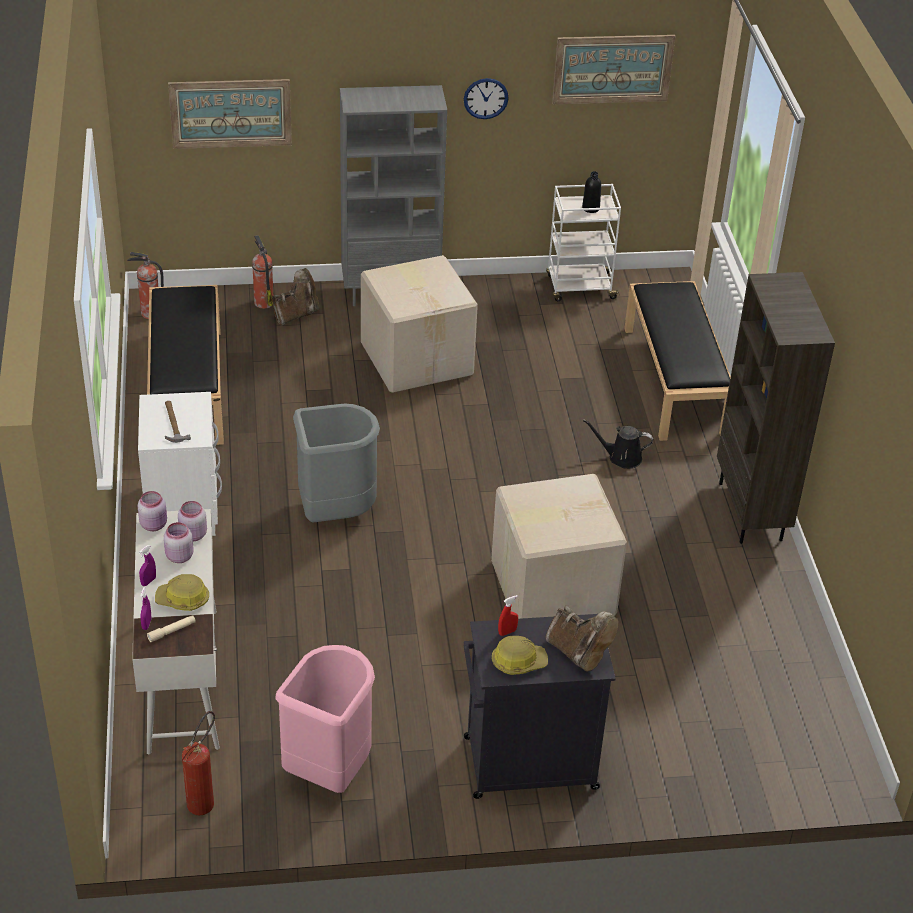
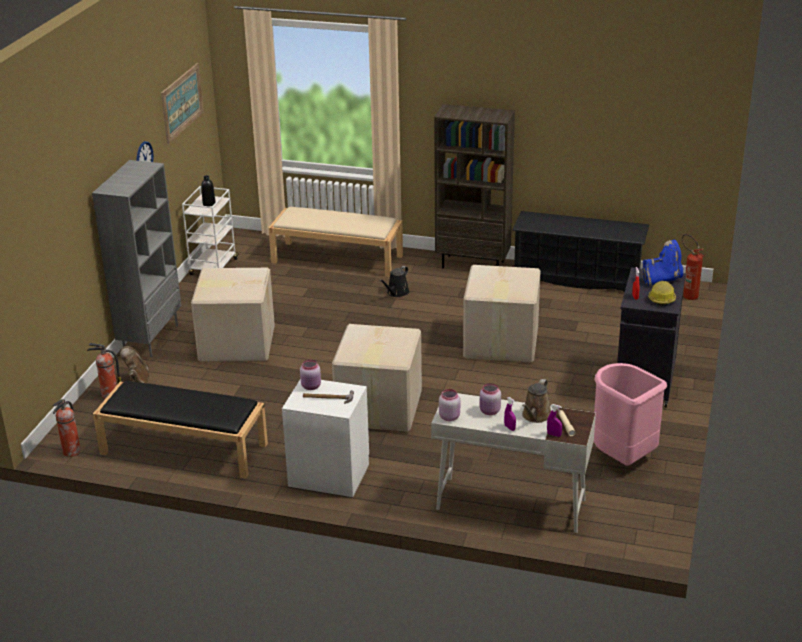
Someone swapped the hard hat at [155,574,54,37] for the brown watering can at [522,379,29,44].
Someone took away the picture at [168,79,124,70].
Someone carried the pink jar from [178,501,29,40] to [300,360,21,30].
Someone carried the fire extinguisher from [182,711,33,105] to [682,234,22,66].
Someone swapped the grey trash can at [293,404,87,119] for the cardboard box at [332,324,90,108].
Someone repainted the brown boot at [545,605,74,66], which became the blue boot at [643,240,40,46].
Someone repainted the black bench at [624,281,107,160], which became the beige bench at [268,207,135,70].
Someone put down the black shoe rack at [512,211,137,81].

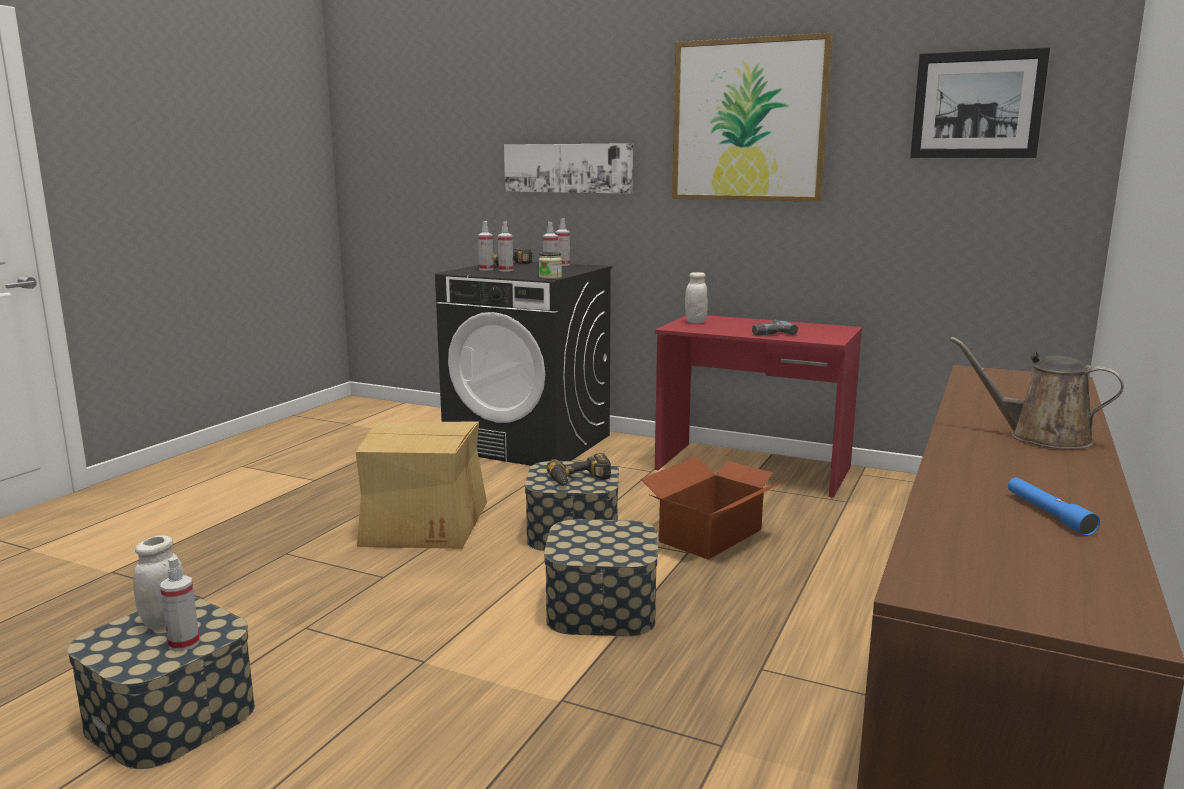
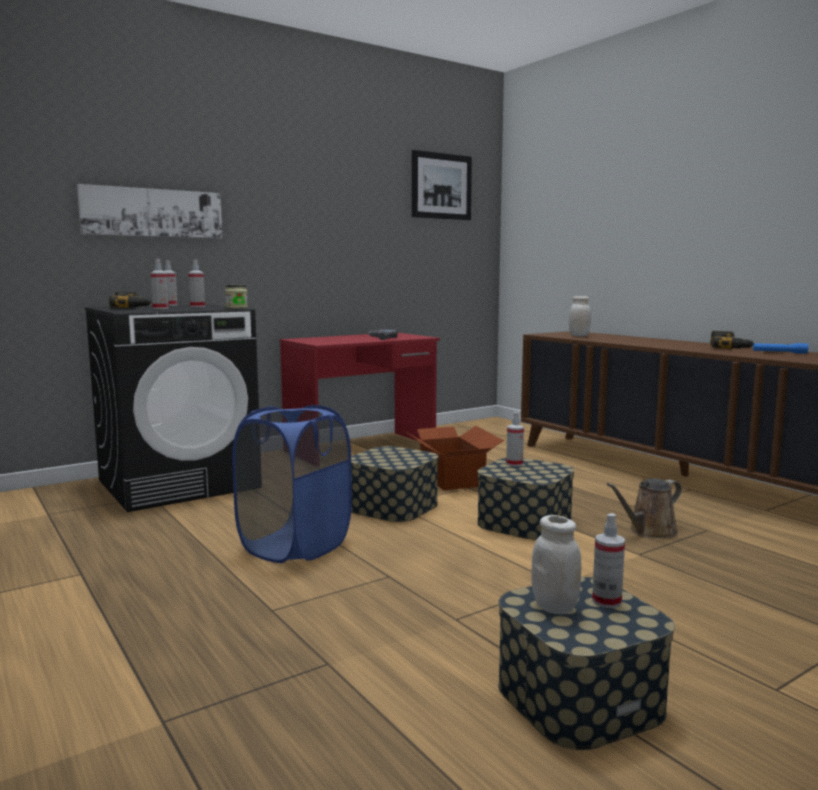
Someone swapped the cardboard box at [356,421,131,128] for the blue laundry basket at [232,405,120,158].
Someone carried the spray bottle from [478,221,16,50] to [506,412,18,55].
Someone carried the power drill from [547,453,64,33] to [710,331,44,18].
Someone took away the picture at [672,33,161,169].
Someone carried the white jar from [685,272,23,51] to [569,296,22,40].
Someone carried the brown watering can from [950,337,174,112] to [607,478,75,60].

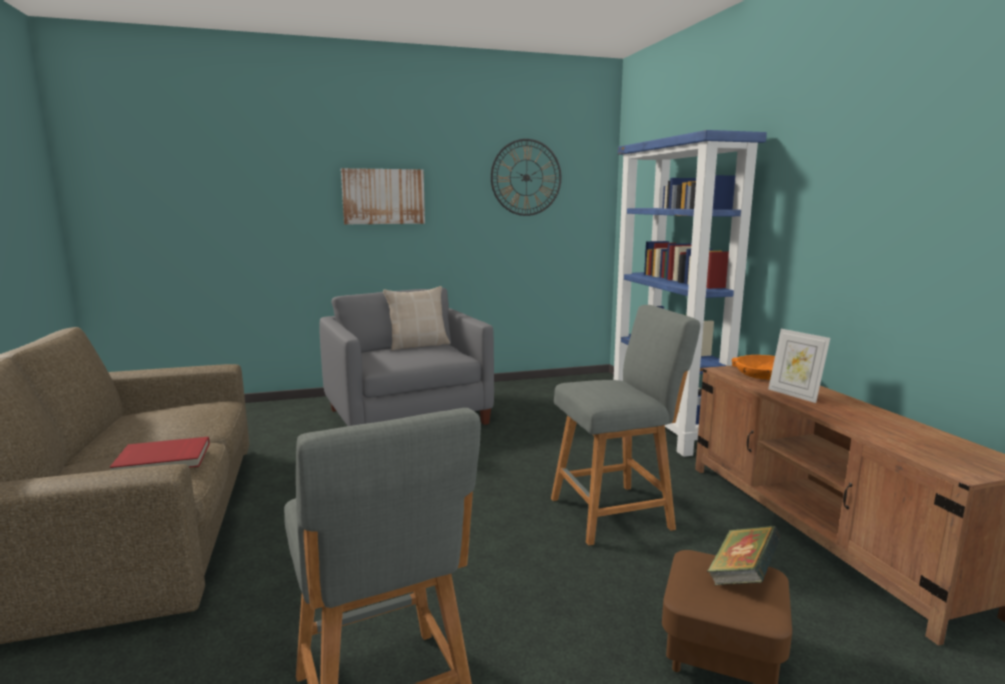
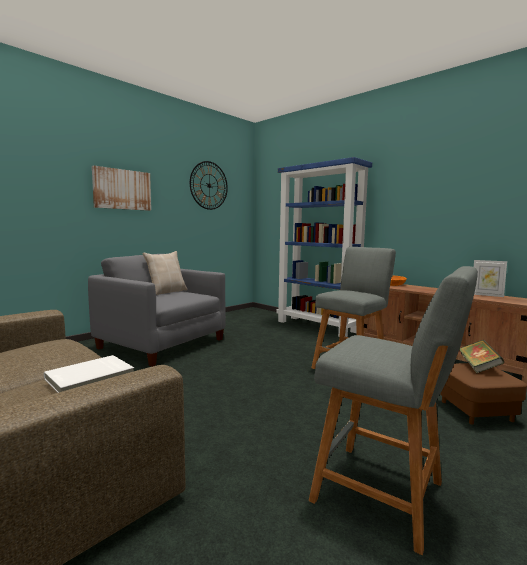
Someone repainted the red book at [109,437,100,33], which became the white book at [44,355,90,38].
Someone carried the picture frame from [768,329,62,74] to [474,260,33,37].

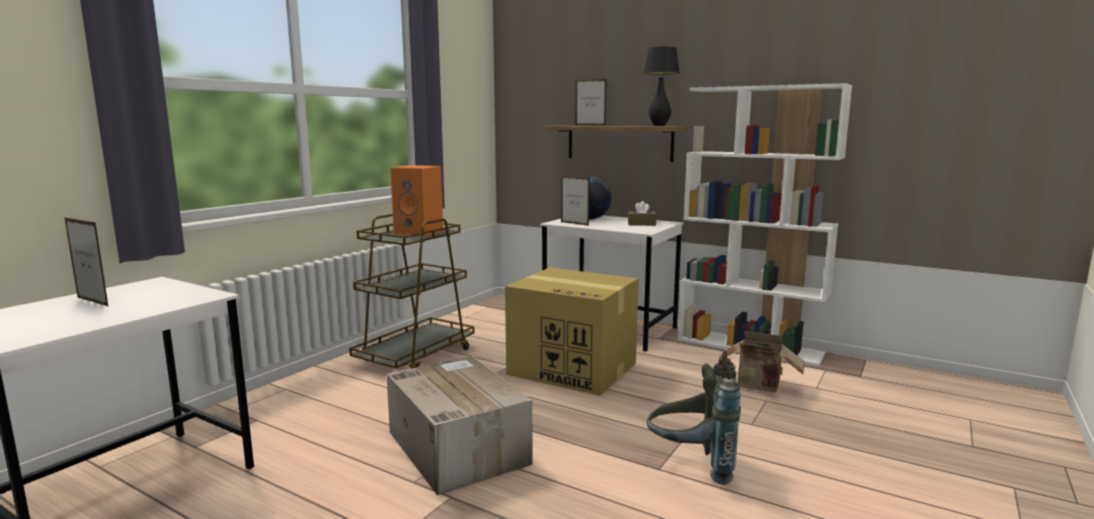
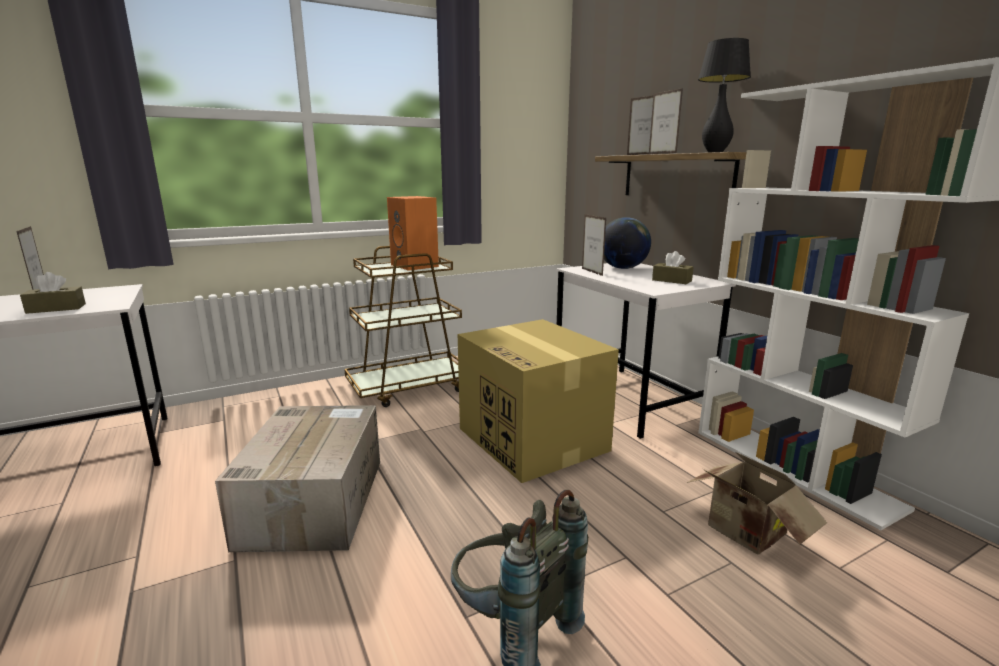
Someone put down the brown tissue box at [20,272,66,42].
Someone put down the picture frame at [649,88,34,66].

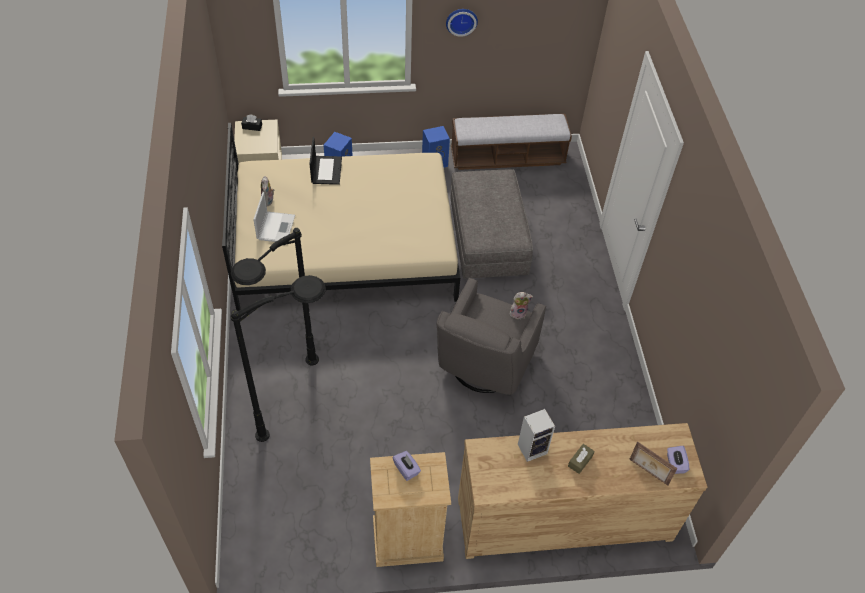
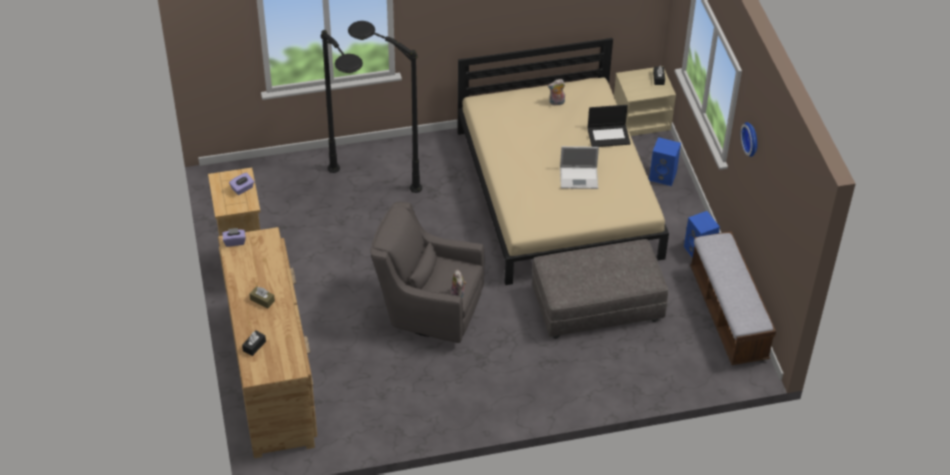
Someone carried the laptop from [253,192,42,50] to [560,146,39,43].
Someone took away the speaker at [518,409,37,53].
Someone swapped the picture frame at [629,441,49,44] for the black tissue box at [242,331,24,25].
Someone carried the purple tissue box from [667,446,22,28] to [222,228,24,19].

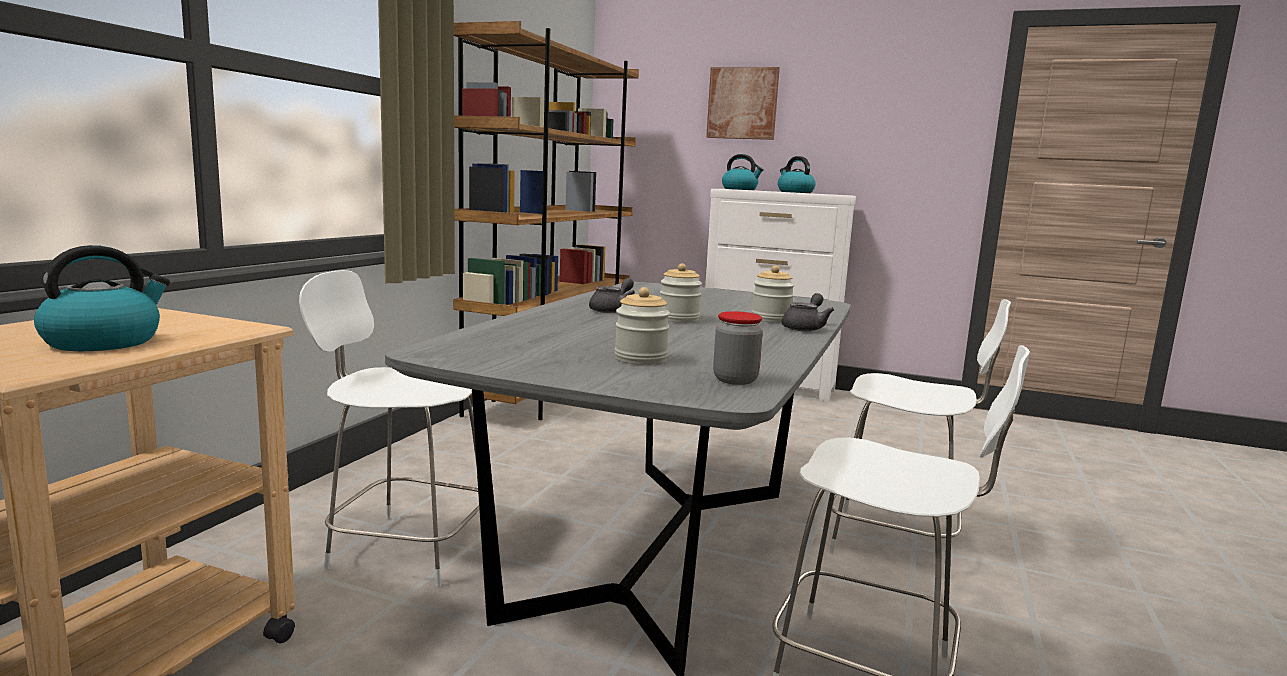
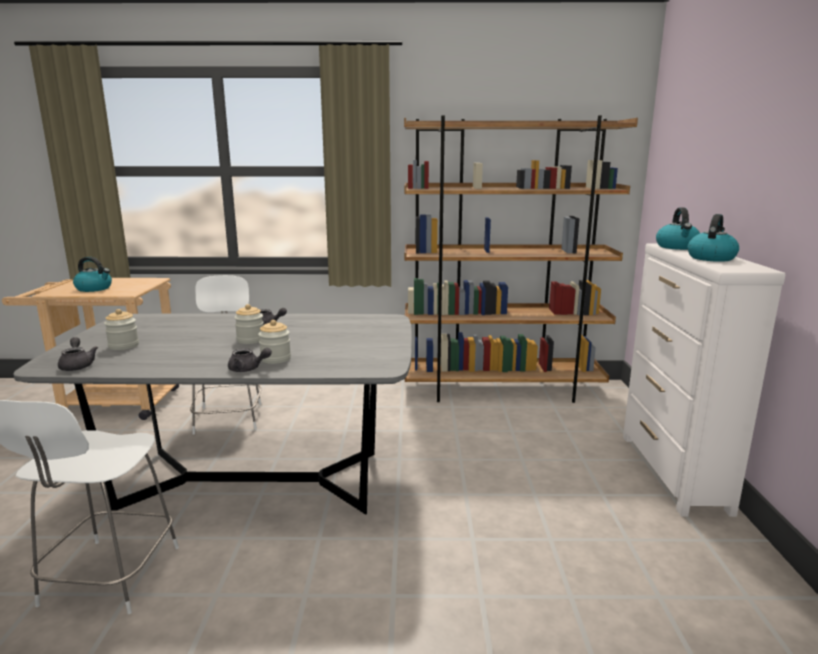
Someone took away the picture at [706,67,74,73].
Someone swapped the jar at [713,311,50,74] for the grey teapot at [58,337,40,34].
Someone took away the white chair at [829,299,182,279].

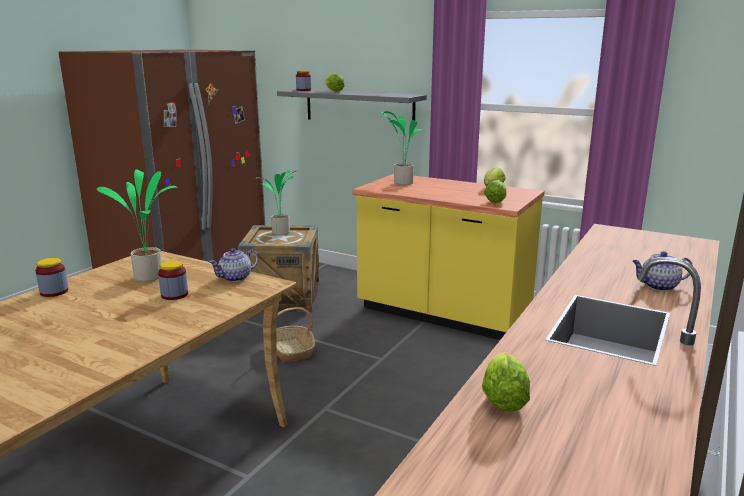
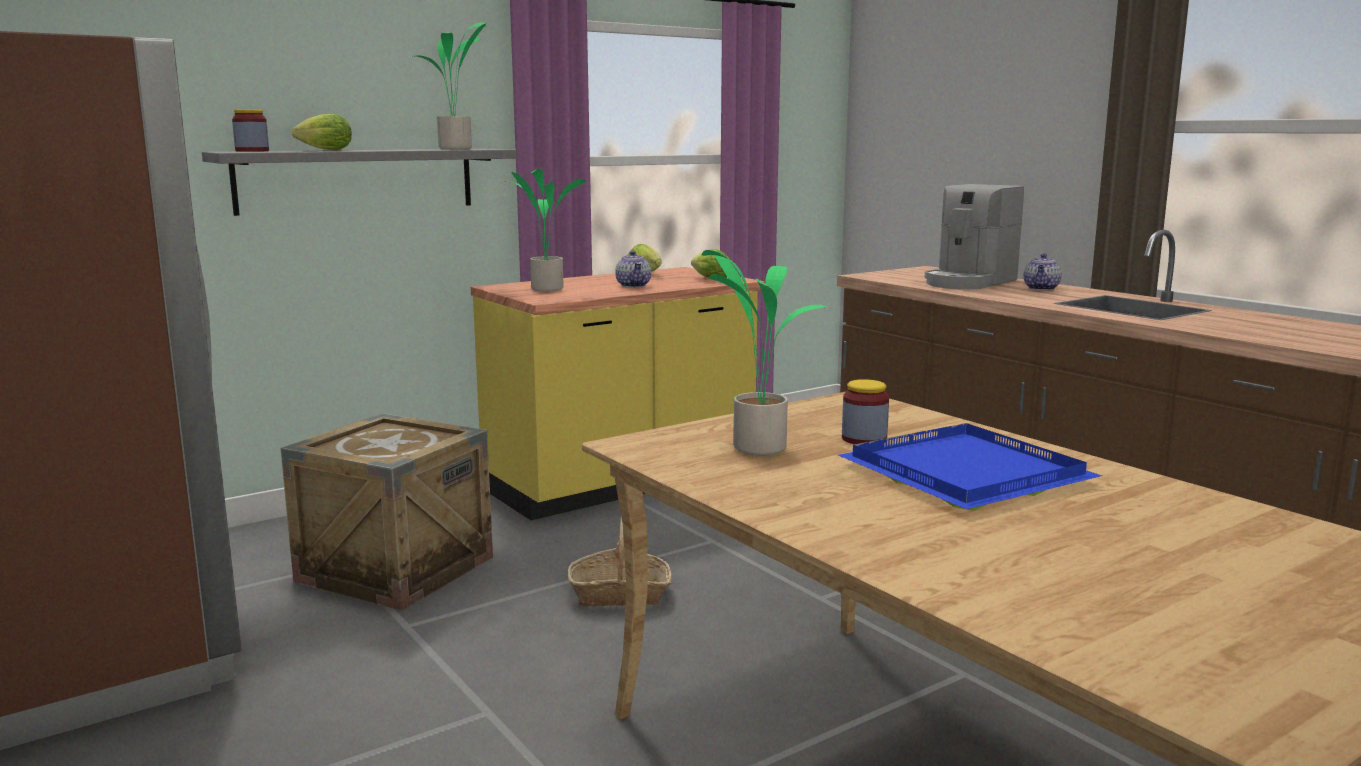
Someone took away the jar at [35,258,33,39].
Someone carried the teapot from [209,248,50,34] to [615,251,36,36].
Someone carried the potted plant from [255,170,41,65] to [411,22,76,127].
Someone took away the lettuce at [482,352,48,60].
Someone put down the blue tray at [838,423,264,88].
Someone put down the coffee machine at [924,184,100,105].

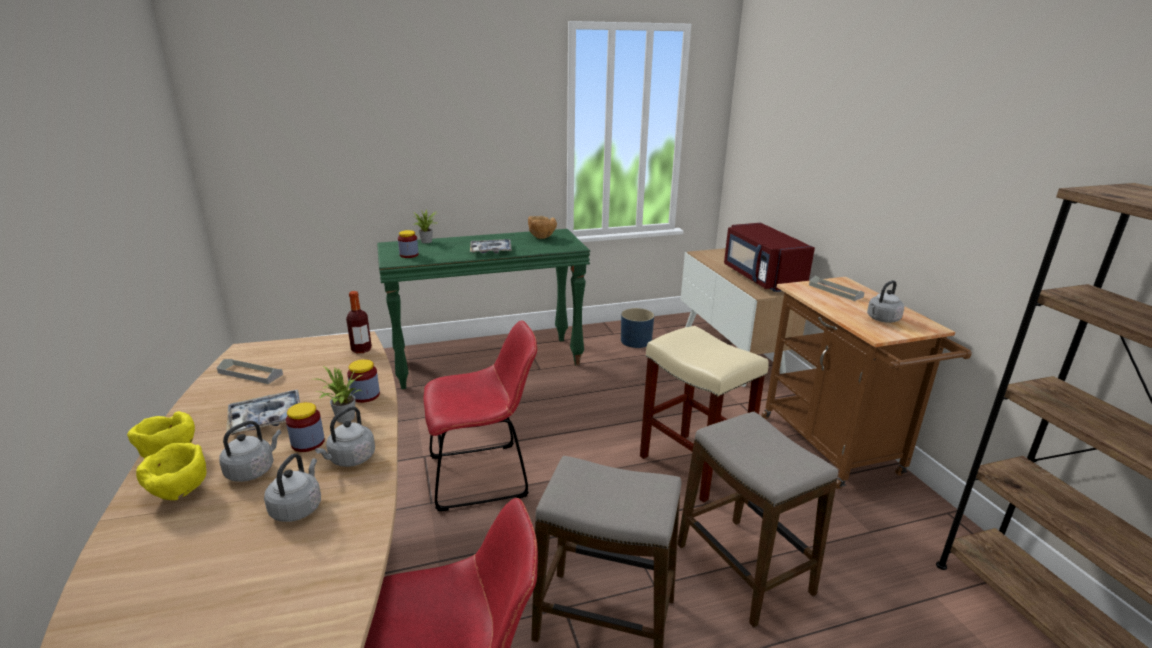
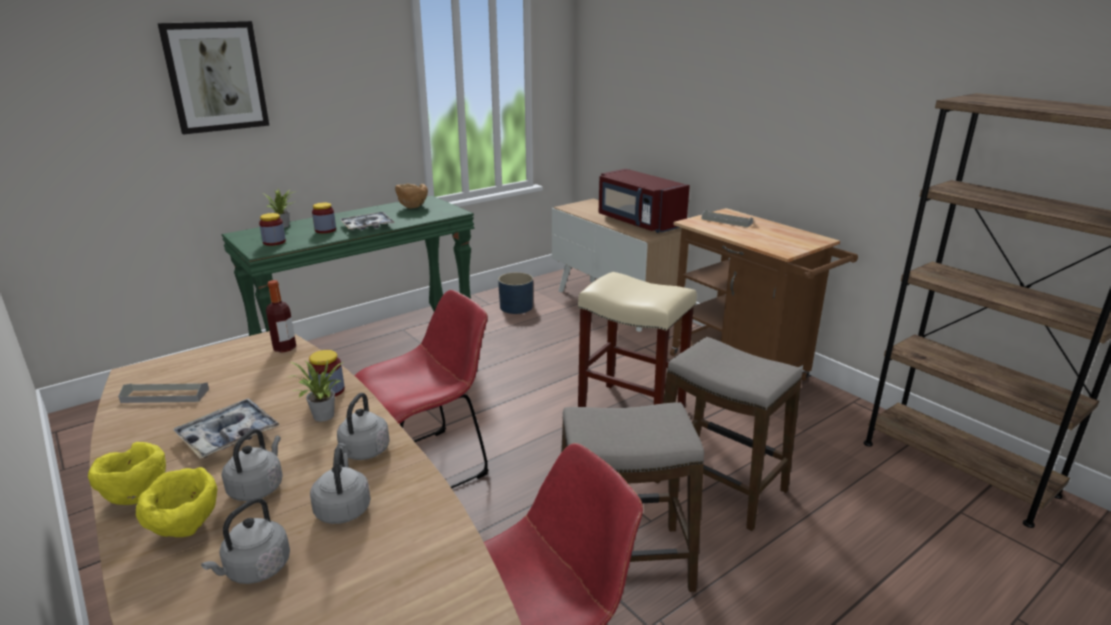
Someone carried the jar from [286,402,39,50] to [312,202,24,31].
Someone carried the grey kettle from [867,280,37,43] to [201,498,89,86].
Someone put up the picture at [158,21,112,114].

